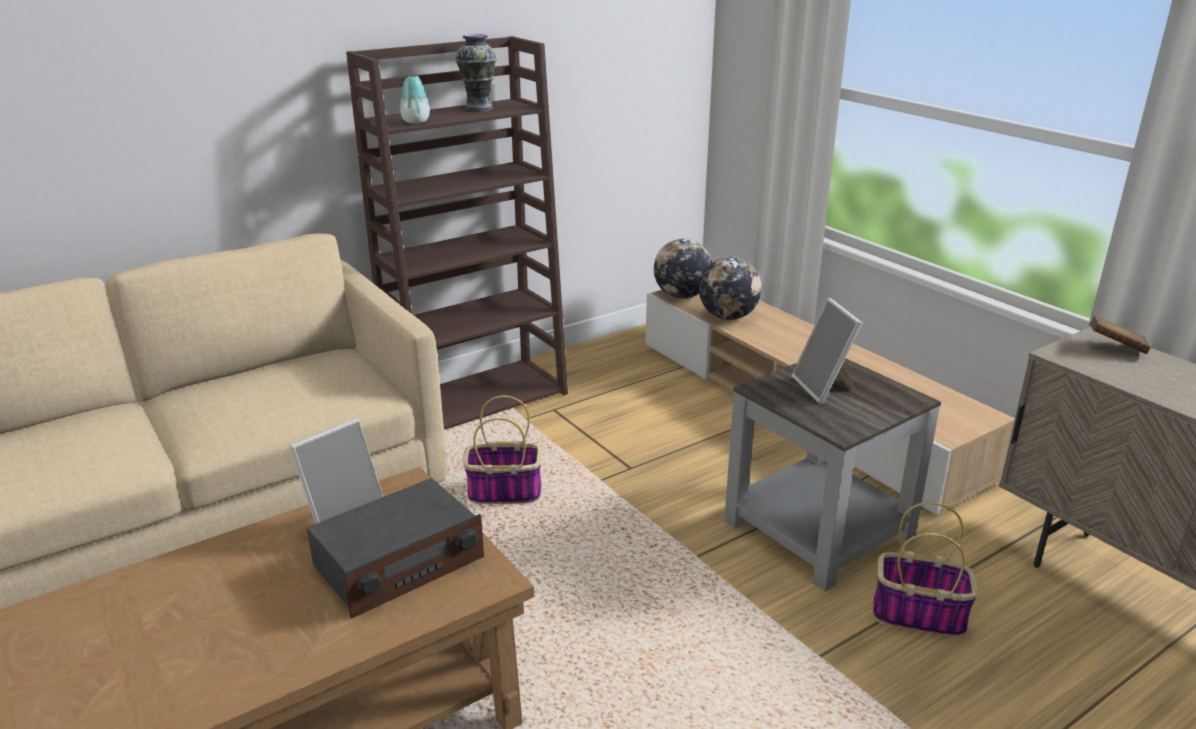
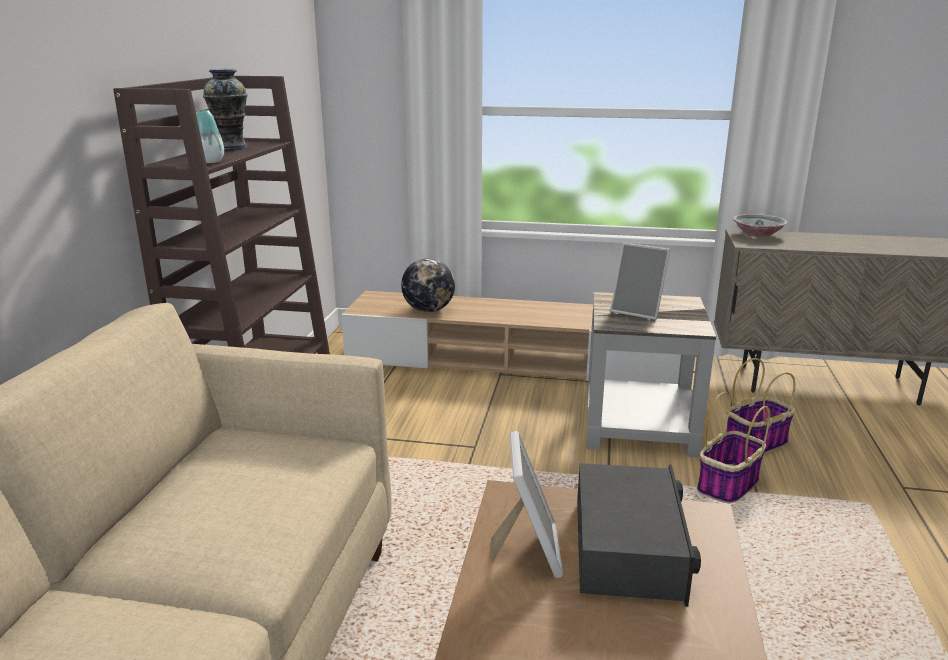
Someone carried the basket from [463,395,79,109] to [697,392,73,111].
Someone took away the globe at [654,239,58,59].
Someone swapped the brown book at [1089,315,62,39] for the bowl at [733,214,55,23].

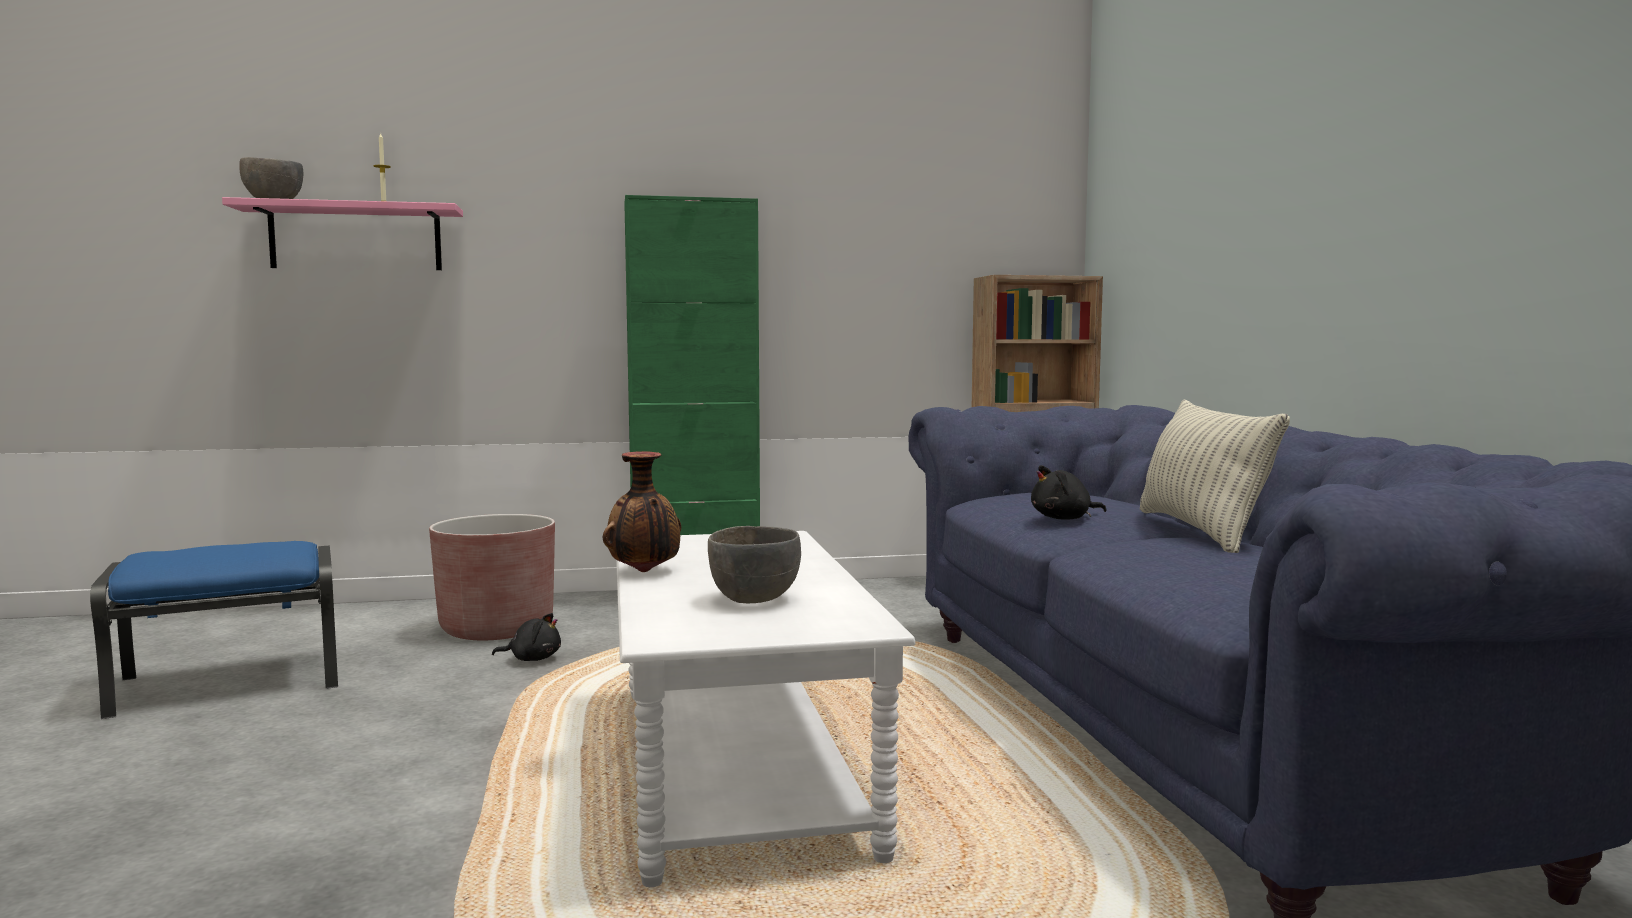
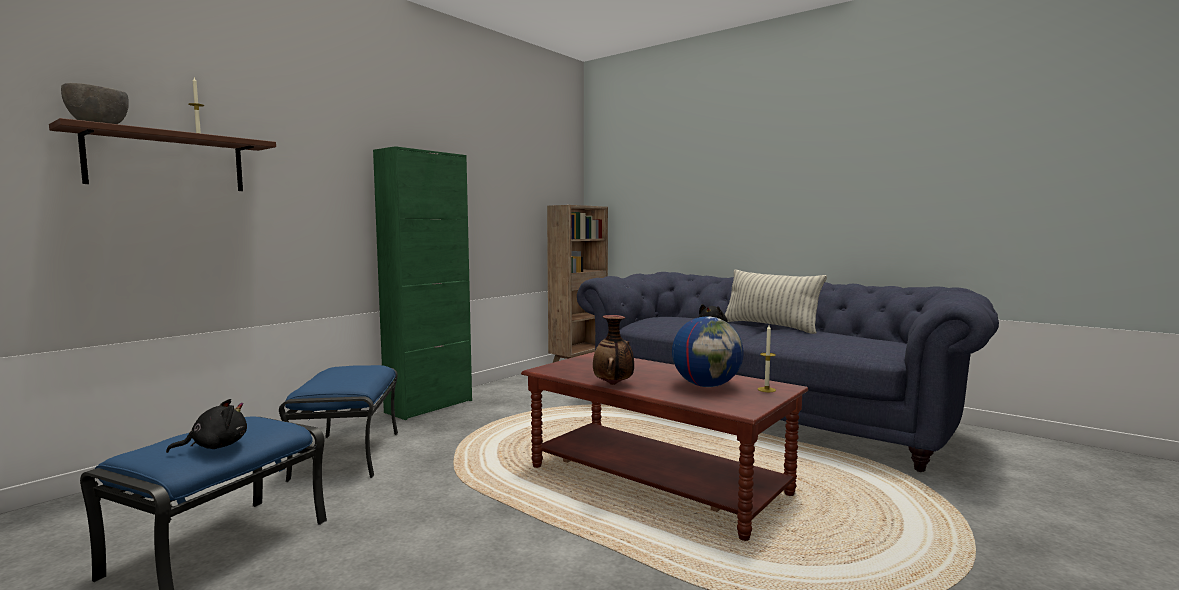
Someone repainted the pink shelf at [222,197,241,73], which became the brown shelf at [49,118,227,73].
Someone swapped the brown planter at [429,514,126,126] for the blue ottoman at [279,365,119,117].
Someone carried the black plush toy from [492,613,69,48] to [166,399,81,54].
Someone repainted the white coffee table at [616,531,299,356], which became the brown coffee table at [521,352,287,189].
Someone swapped the grey bowl at [708,526,93,77] for the globe at [672,316,72,71].
Someone put down the candle at [758,325,18,67].

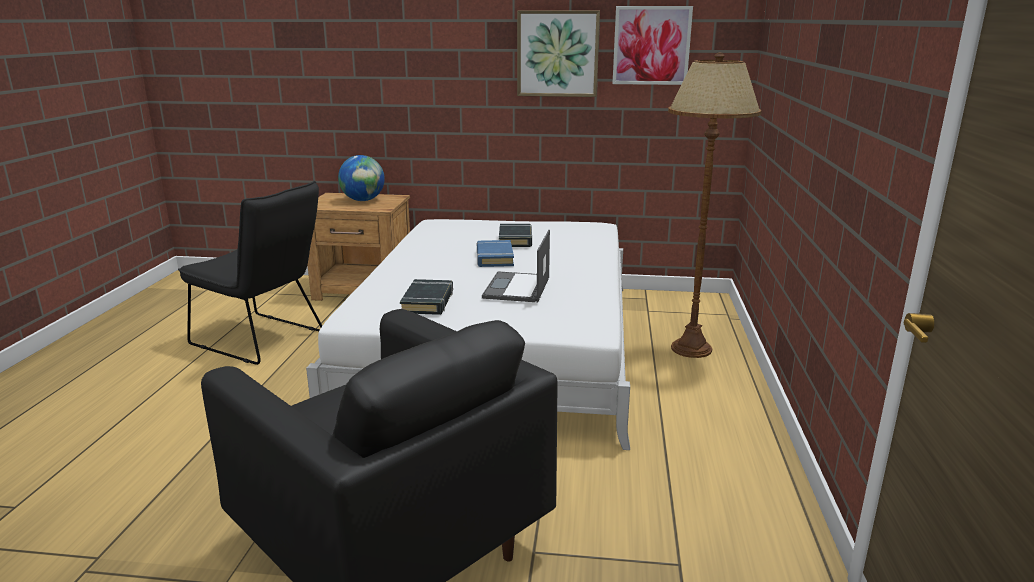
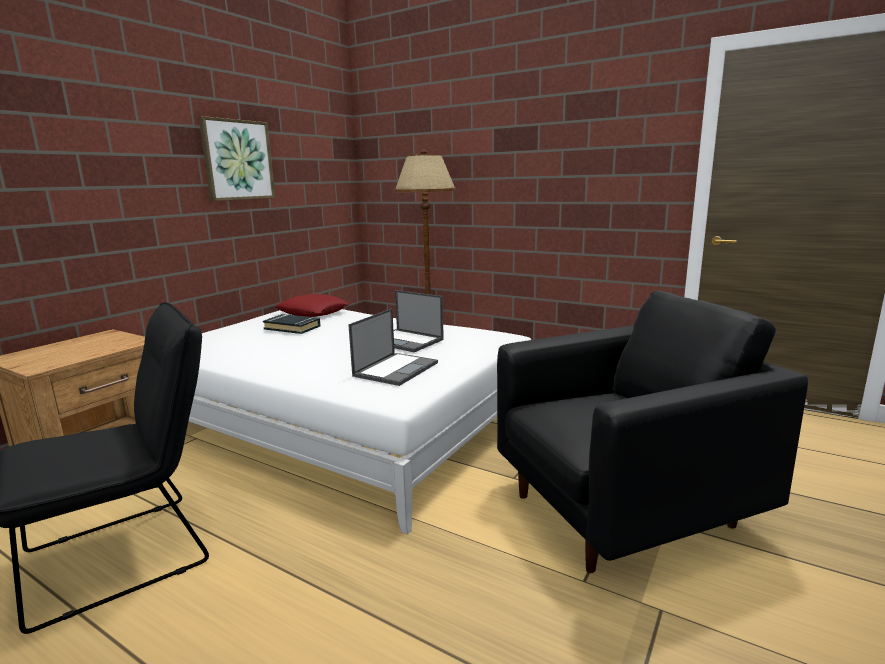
Someone took away the globe at [338,155,47,46].
Someone swapped the black book at [400,279,53,36] for the laptop at [348,308,90,78].
Someone took away the blue book at [477,240,37,27].
Someone took away the picture at [612,6,81,79].
Someone put down the red pillow at [274,294,75,23].

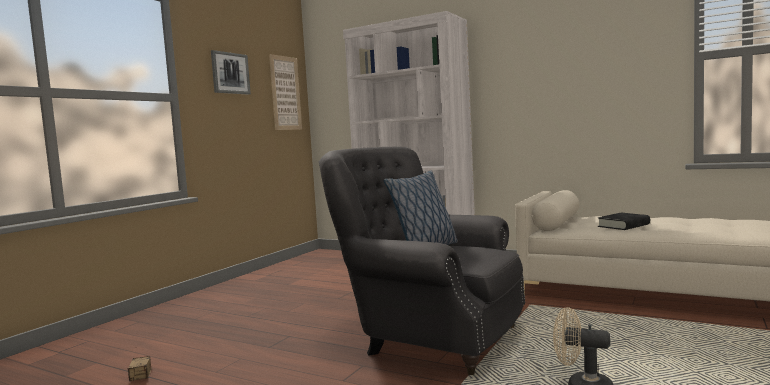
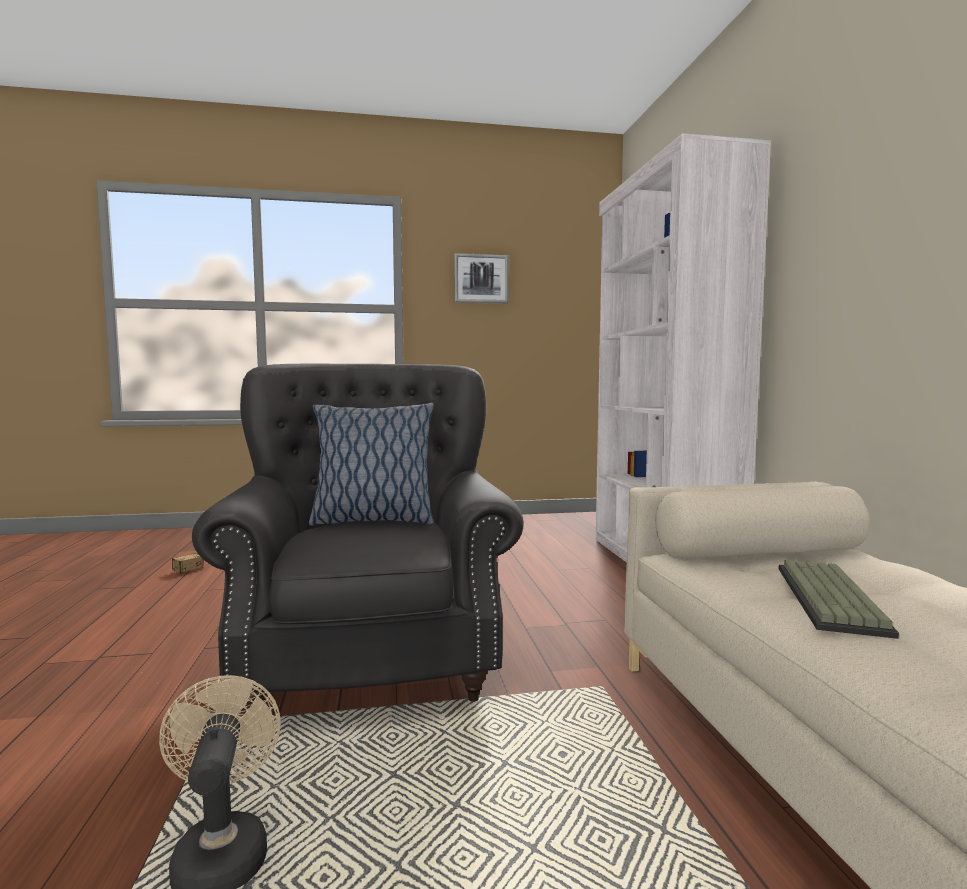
Someone took away the picture at [269,54,33,76].
Someone swapped the black book at [598,213,52,17] for the keyboard at [778,560,121,79].

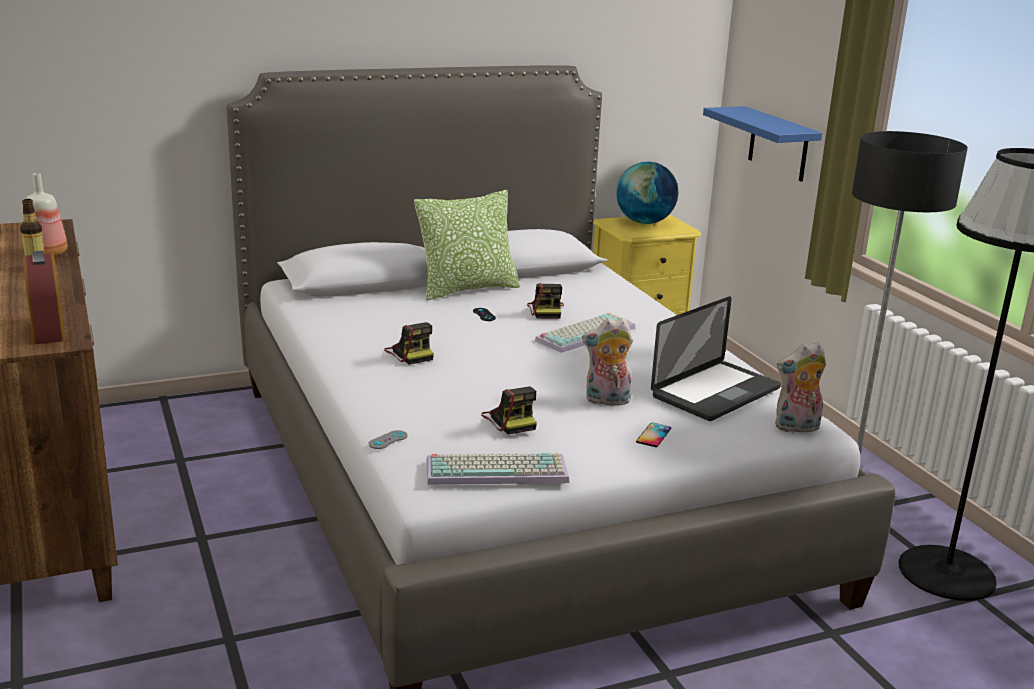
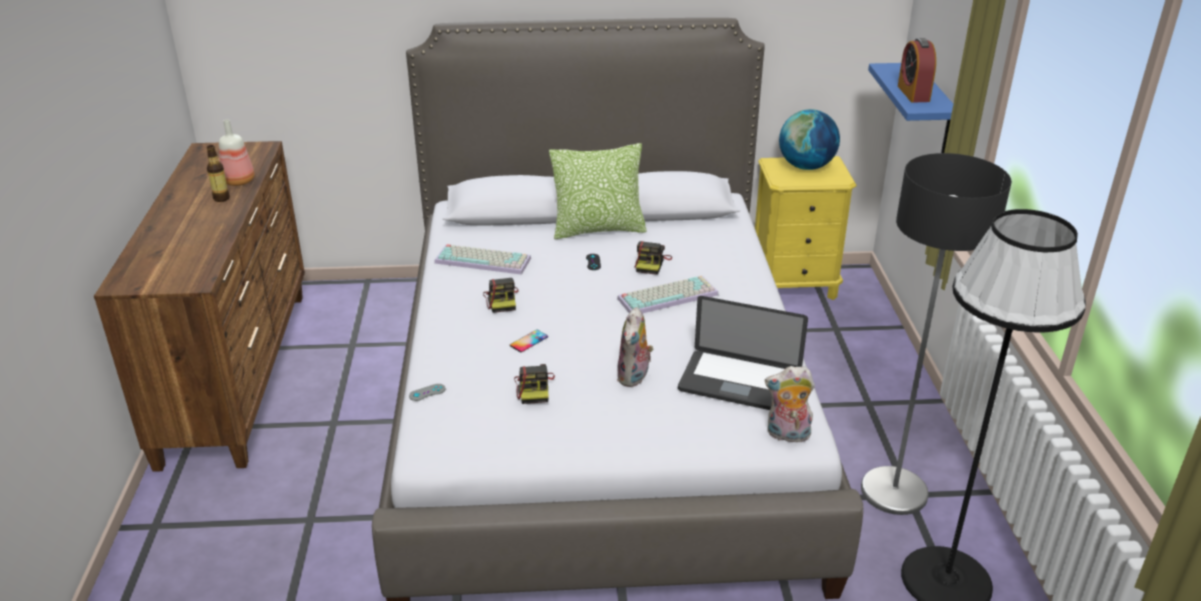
Someone carried the alarm clock from [23,251,42,93] to [898,38,38,65].
Someone carried the keyboard from [427,453,142,32] to [434,244,97,31].
Someone rotated the plush toy at [582,318,51,90] by 90 degrees counterclockwise.
Someone carried the phone from [636,423,35,24] to [510,330,38,22].
Someone rotated the laptop at [651,296,130,125] by 45 degrees clockwise.

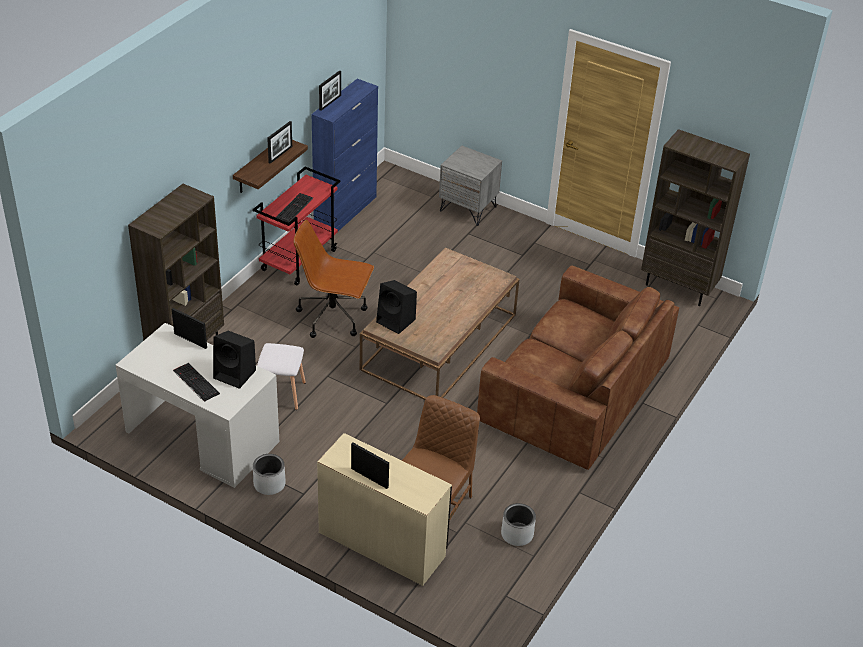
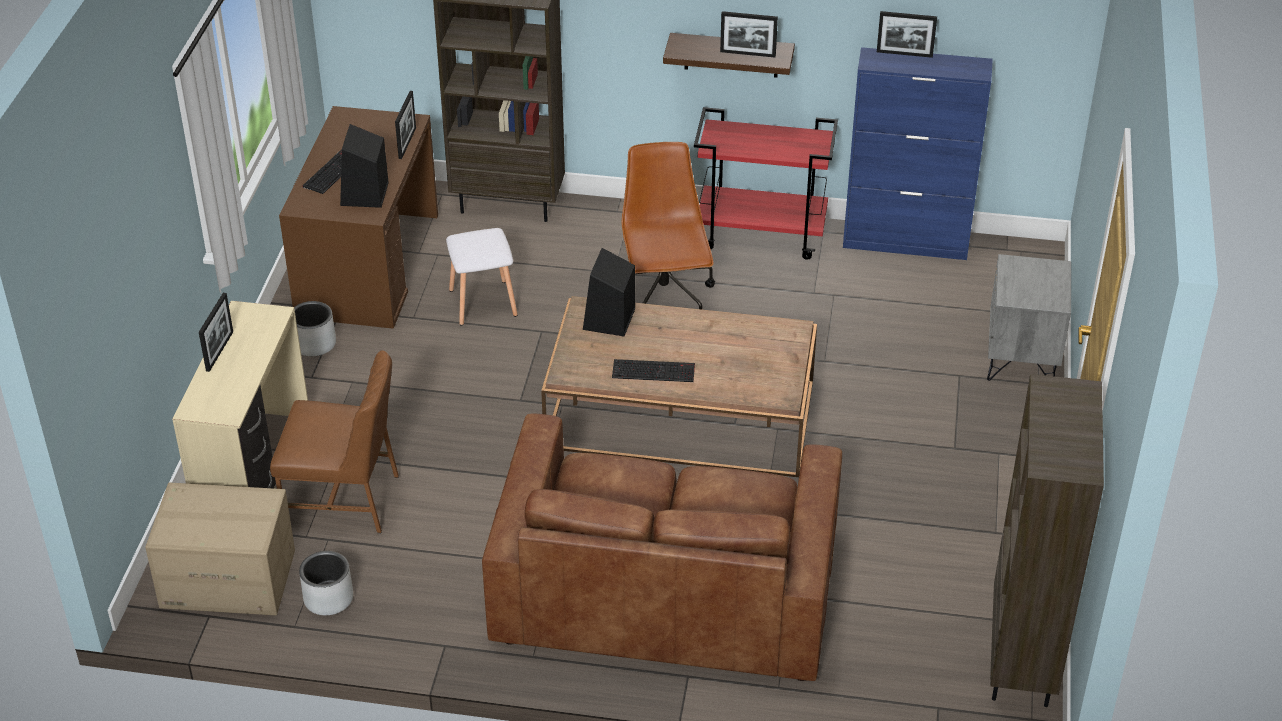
Someone repainted the white desk at [115,323,164,165], which became the brown desk at [279,106,159,223].
Someone carried the keyboard from [276,193,37,30] to [612,359,83,23].
Someone put down the cardboard box at [145,482,150,133].

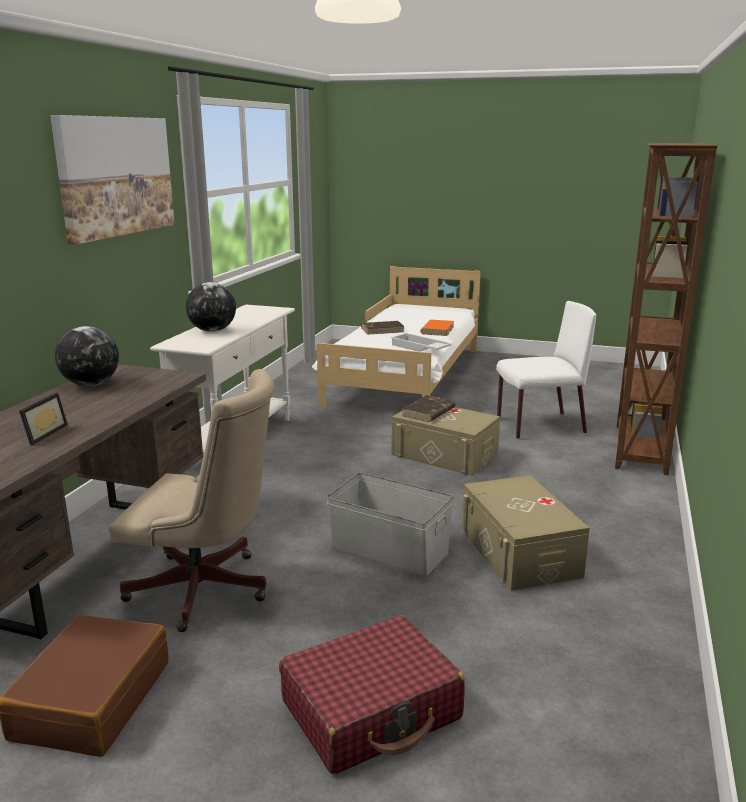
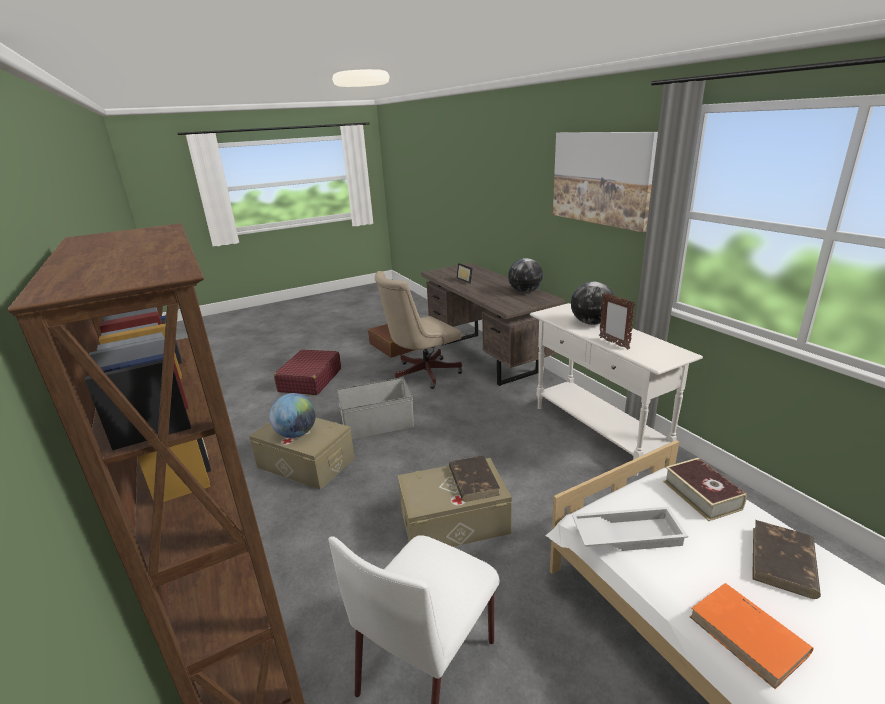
Someone put down the globe at [269,393,47,45].
Someone put down the picture frame at [599,292,36,58].
Someone put down the book at [663,458,84,63].

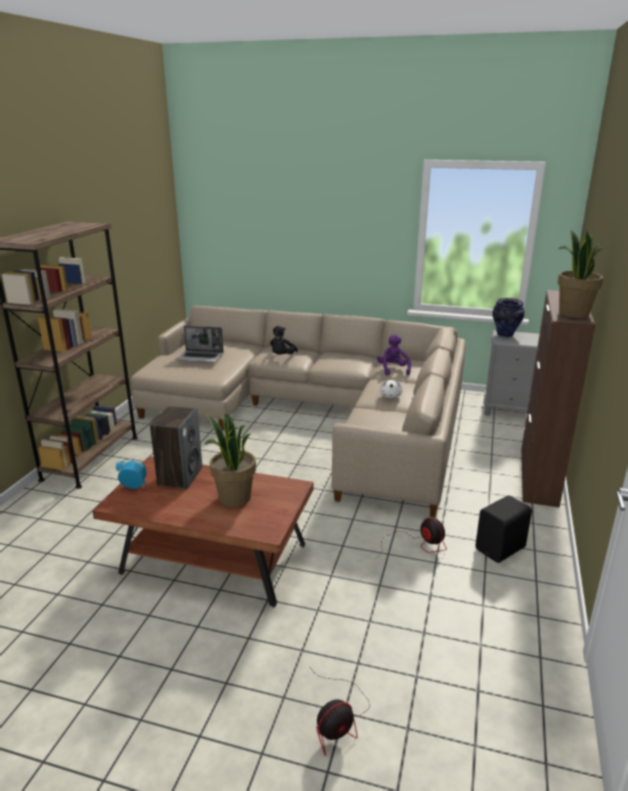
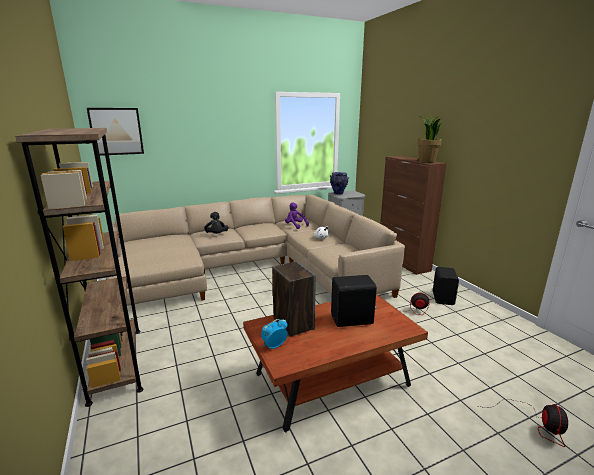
Someone took away the laptop at [177,326,47,37].
Someone swapped the potted plant at [205,413,51,94] for the black speaker at [331,275,46,52].
Someone put up the picture at [87,108,57,48].

